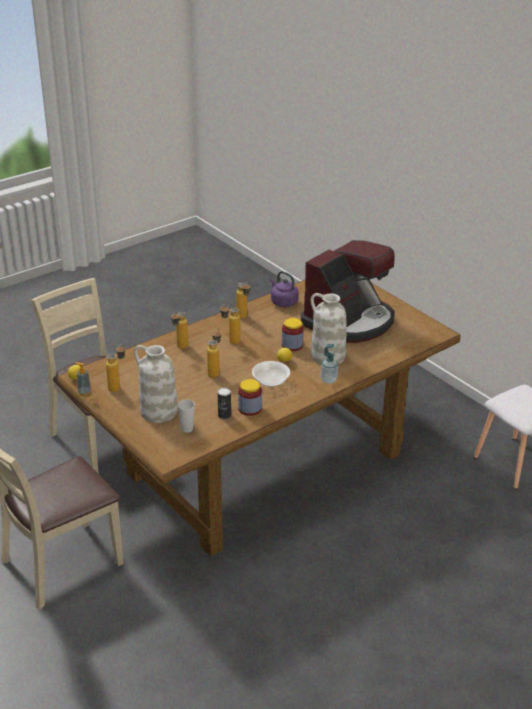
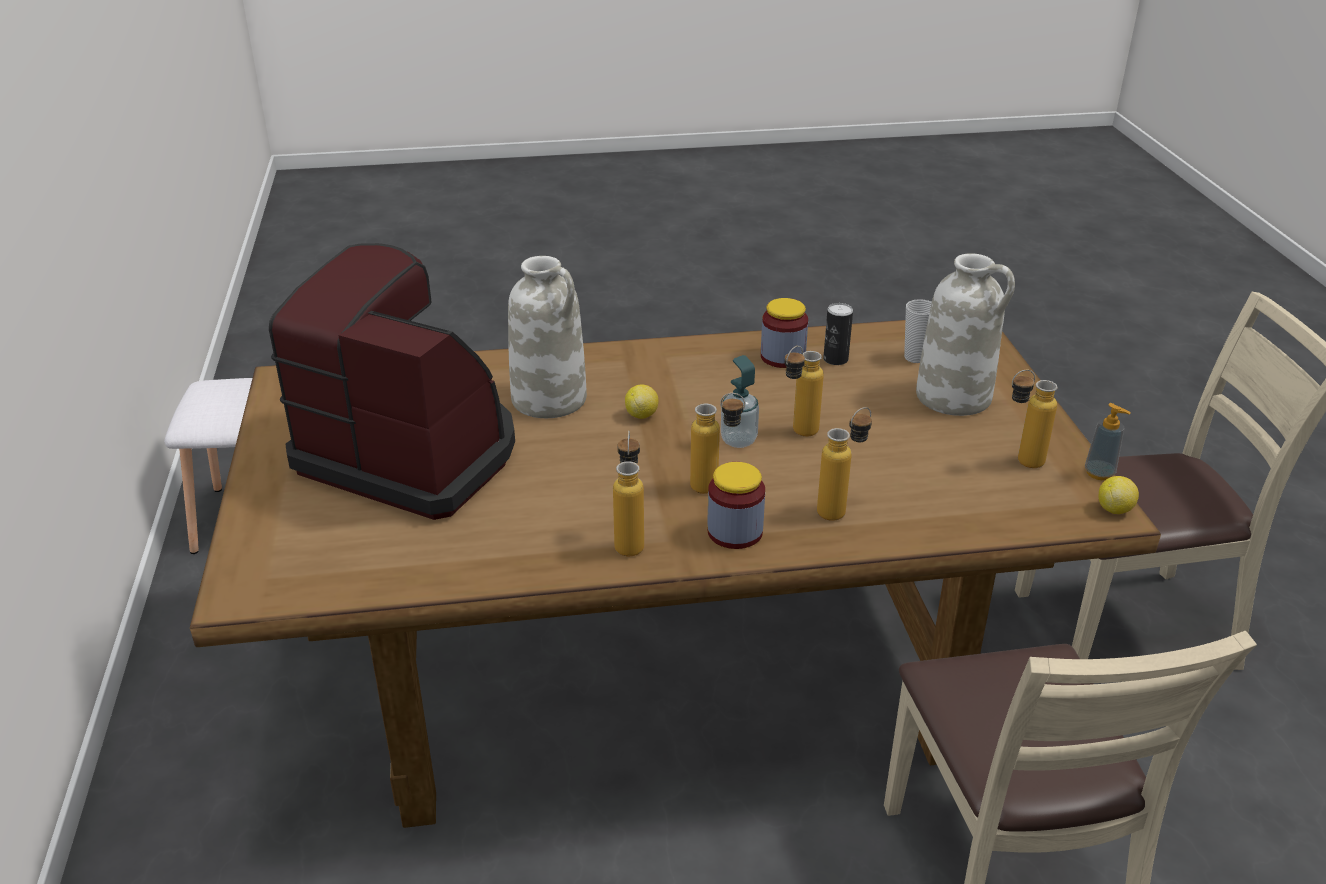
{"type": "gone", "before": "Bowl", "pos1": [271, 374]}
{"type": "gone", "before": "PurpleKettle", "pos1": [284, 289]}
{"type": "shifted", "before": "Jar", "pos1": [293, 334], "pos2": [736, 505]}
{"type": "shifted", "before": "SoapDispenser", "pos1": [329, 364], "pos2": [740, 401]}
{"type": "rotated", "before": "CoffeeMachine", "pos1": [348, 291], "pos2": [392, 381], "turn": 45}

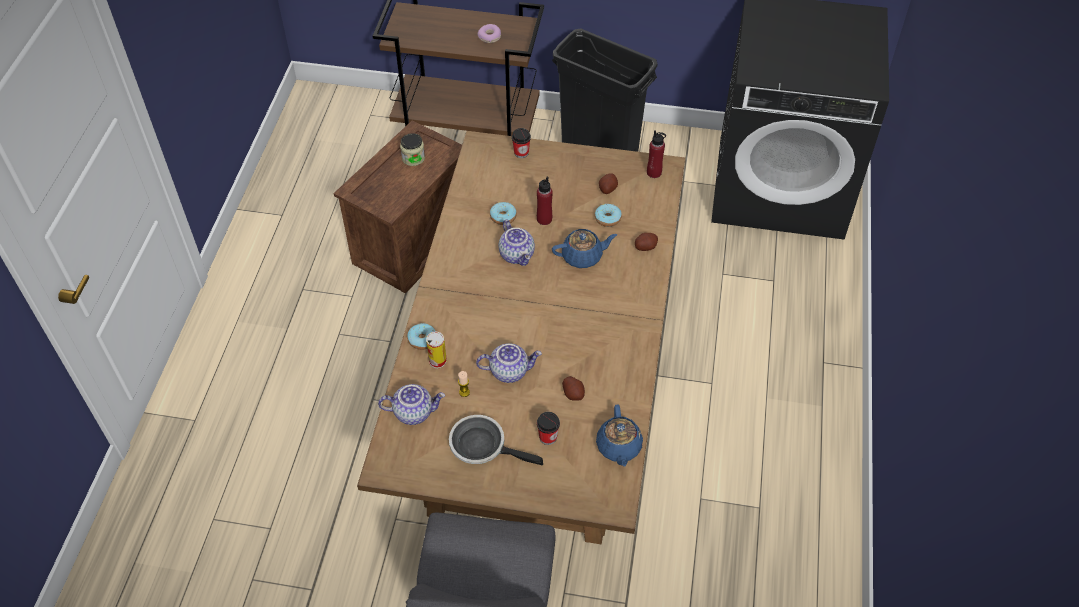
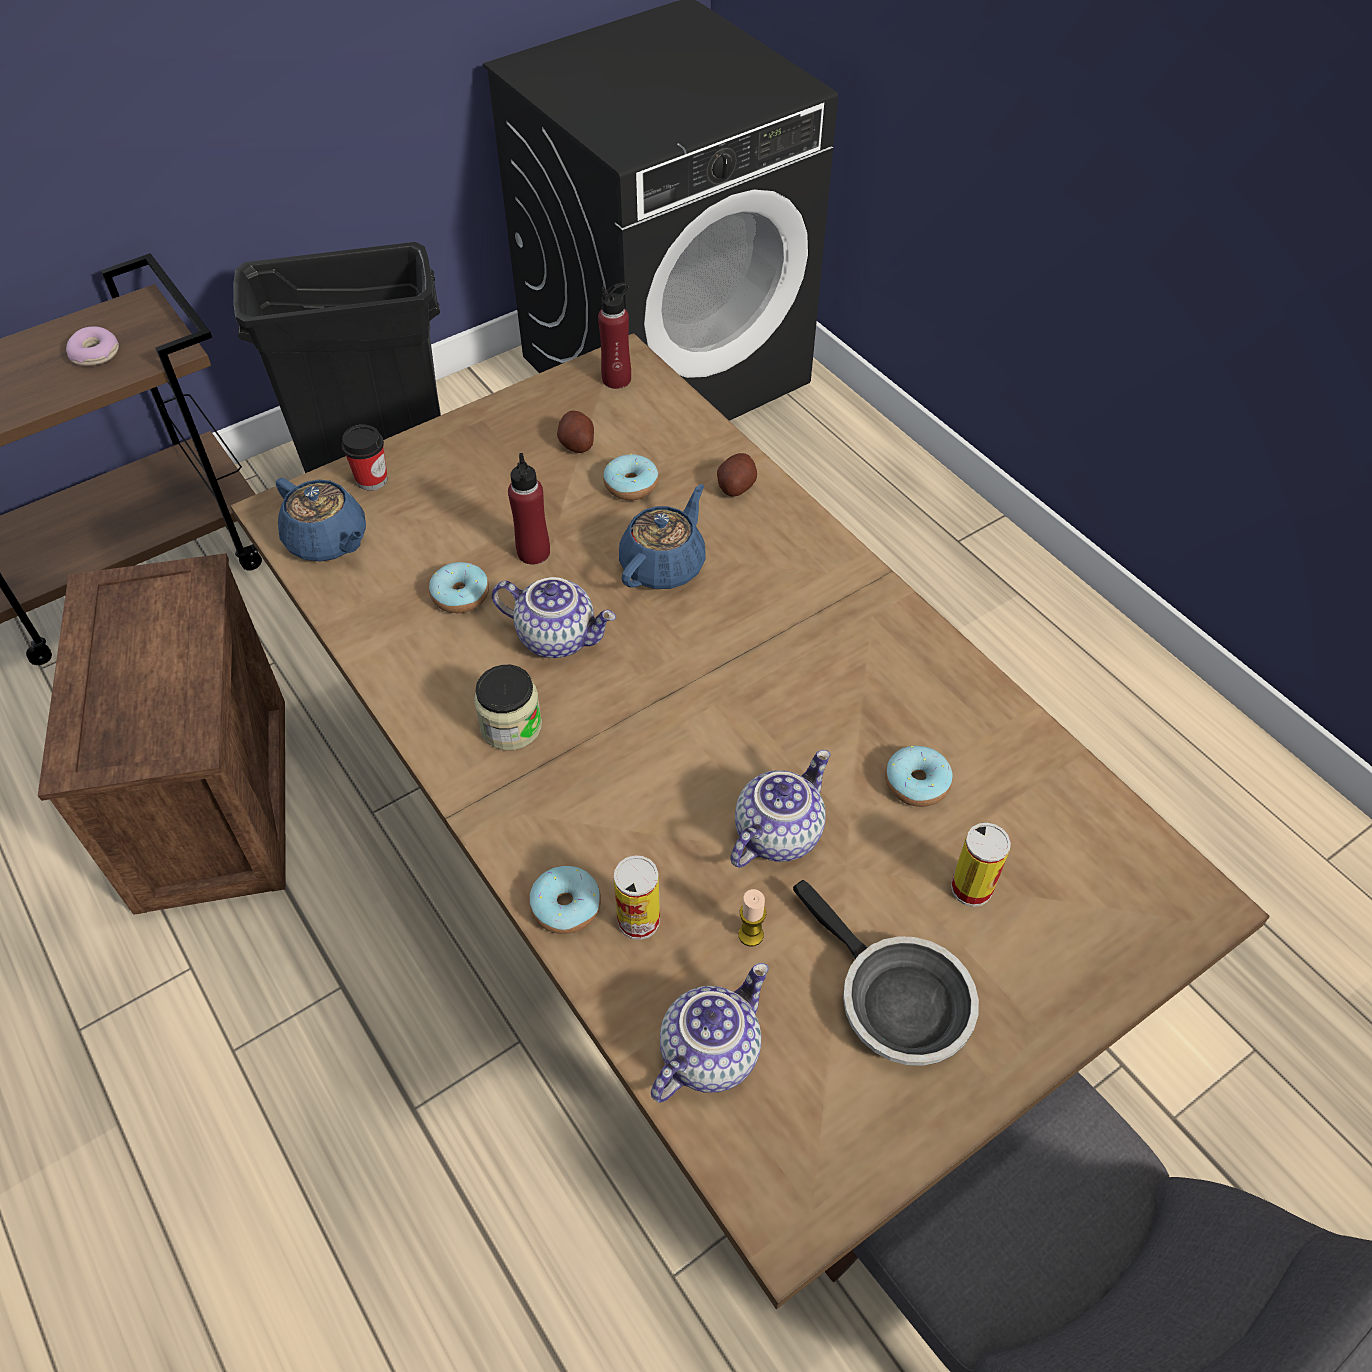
{"type": "shifted", "before": "Jar", "pos1": [412, 149], "pos2": [508, 707]}
{"type": "shifted", "before": "BlueTeapot", "pos1": [619, 435], "pos2": [321, 519]}
{"type": "swapped", "before": "Cup", "after": "Can", "pos1": [548, 428], "pos2": [981, 865]}
{"type": "swapped", "before": "Potato", "after": "Donut", "pos1": [573, 388], "pos2": [919, 776]}
{"type": "rotated", "before": "FryingPan", "pos1": [496, 440], "pos2": [886, 973], "turn": -105}

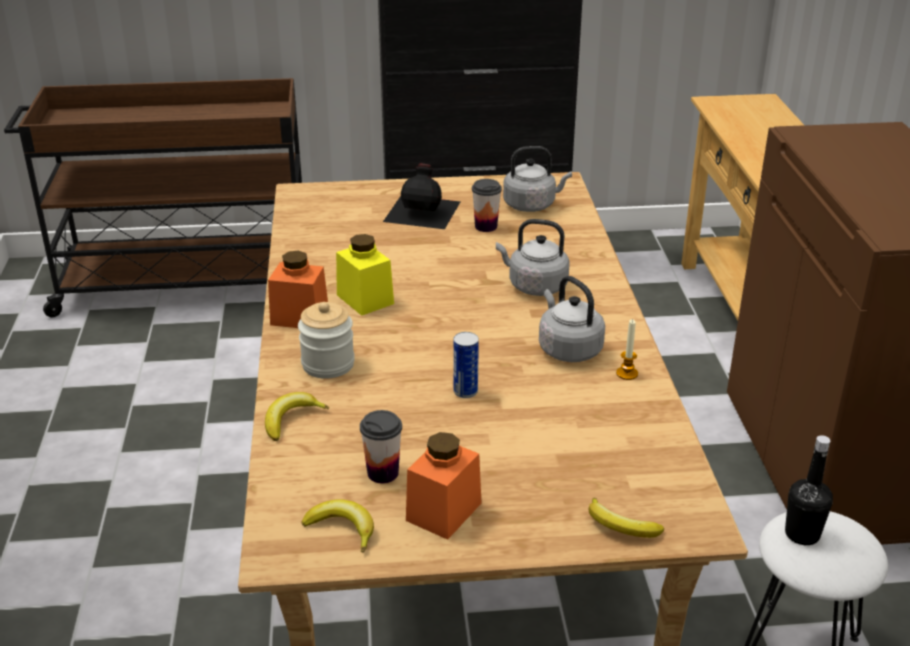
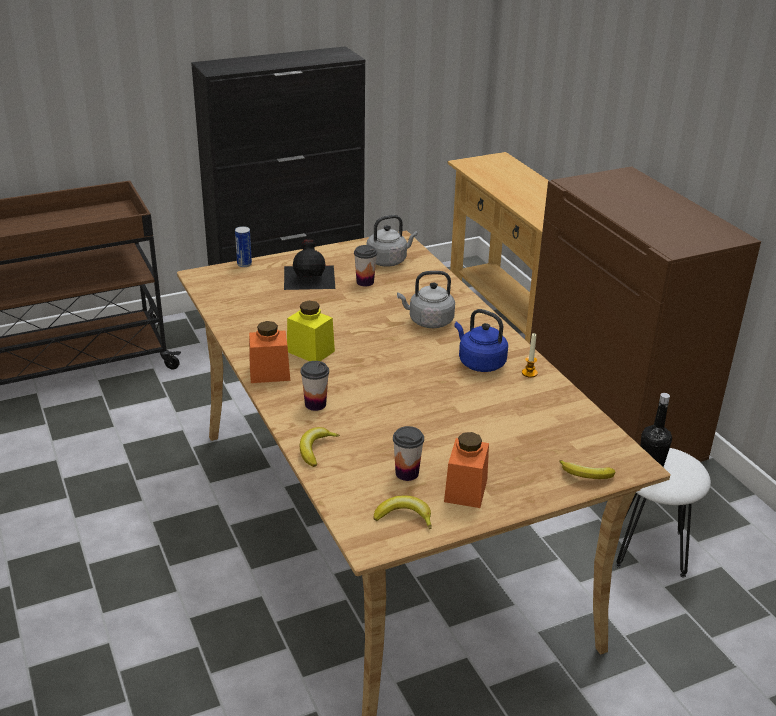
{"type": "shifted", "before": "Can", "pos1": [466, 365], "pos2": [243, 246]}
{"type": "swapped", "before": "Jar", "after": "Cup", "pos1": [326, 340], "pos2": [315, 386]}
{"type": "repainted", "before": "GreyKettle", "after": "BlueKettle", "pos1": [572, 319], "pos2": [481, 340]}

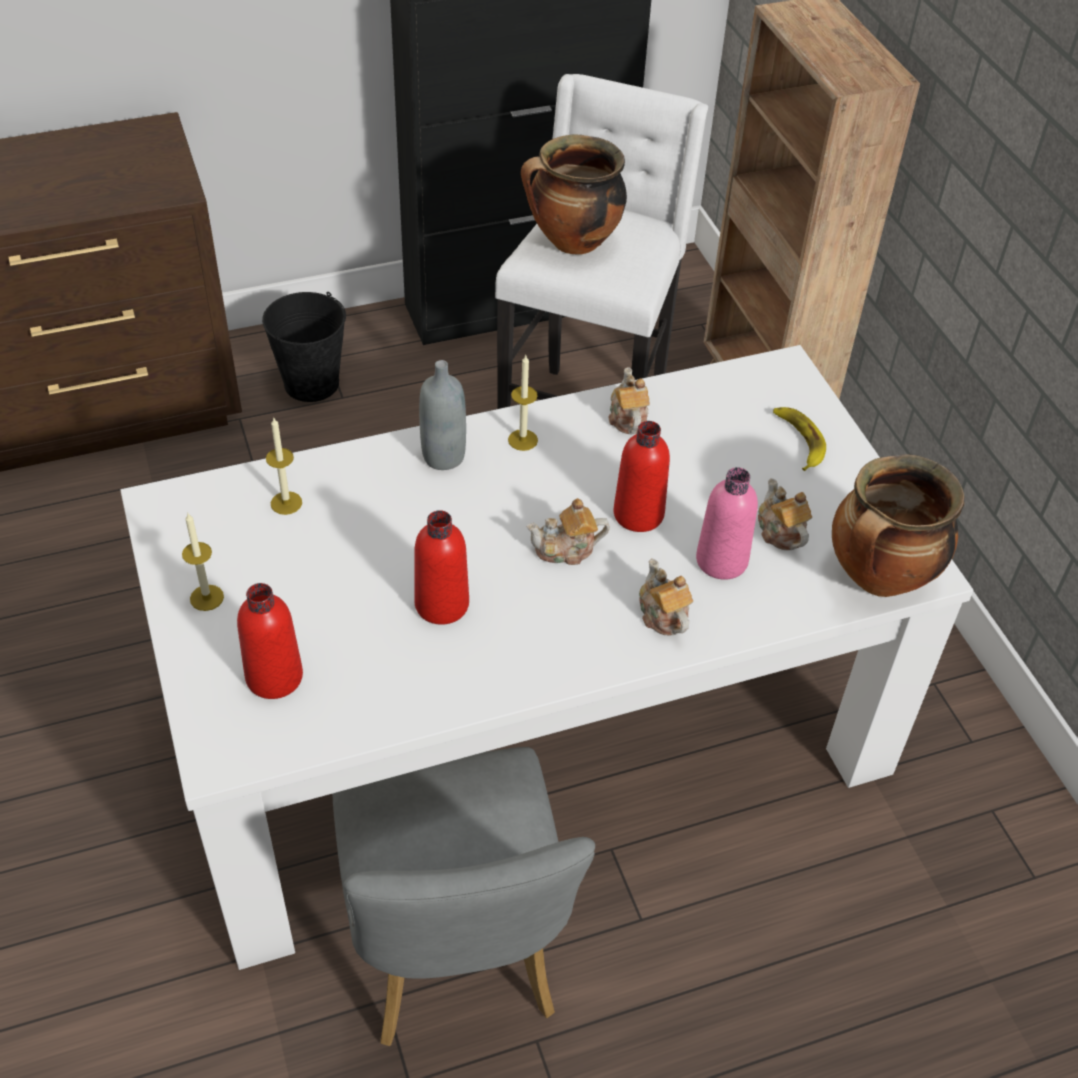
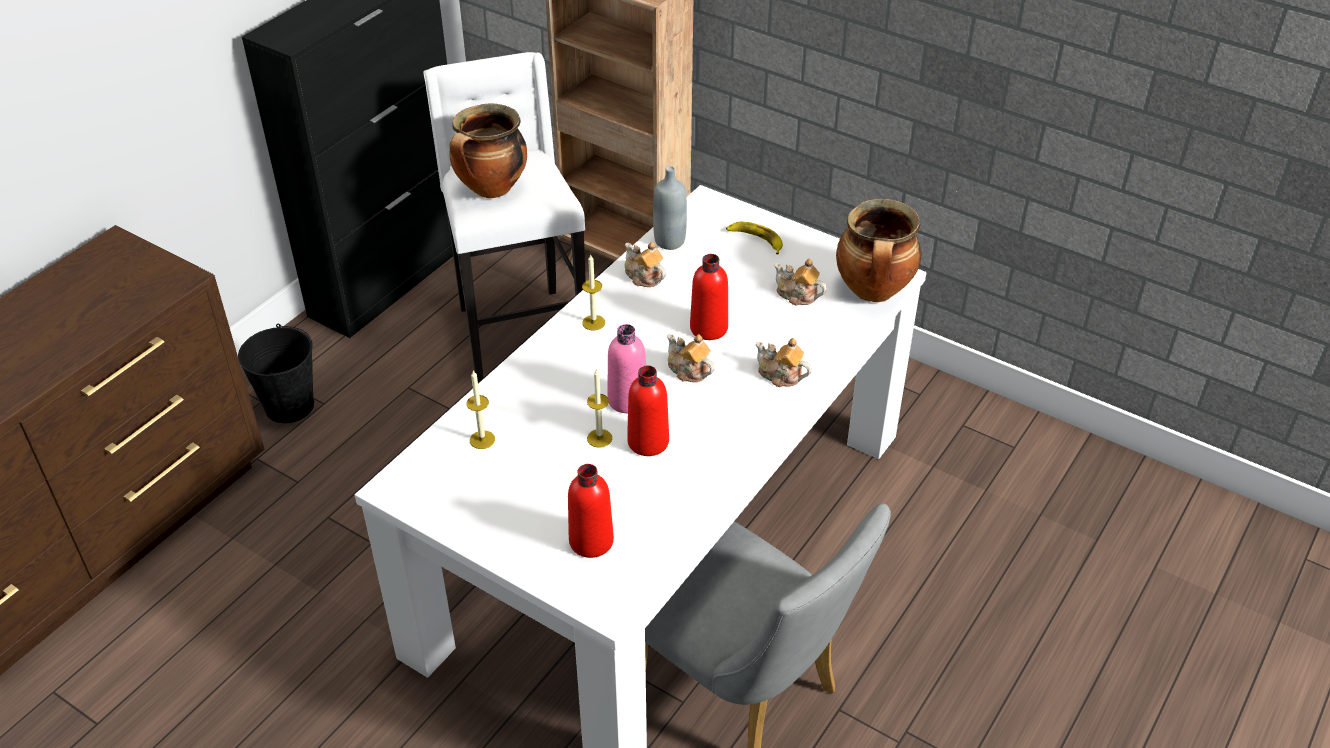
{"type": "shifted", "before": "Candle", "pos1": [203, 561], "pos2": [599, 408]}
{"type": "shifted", "before": "GreyBottle", "pos1": [442, 415], "pos2": [670, 208]}
{"type": "shifted", "before": "PinkBottle", "pos1": [727, 523], "pos2": [626, 368]}
{"type": "rotated", "before": "Teapot", "pos1": [568, 531], "pos2": [691, 358], "turn": 90}

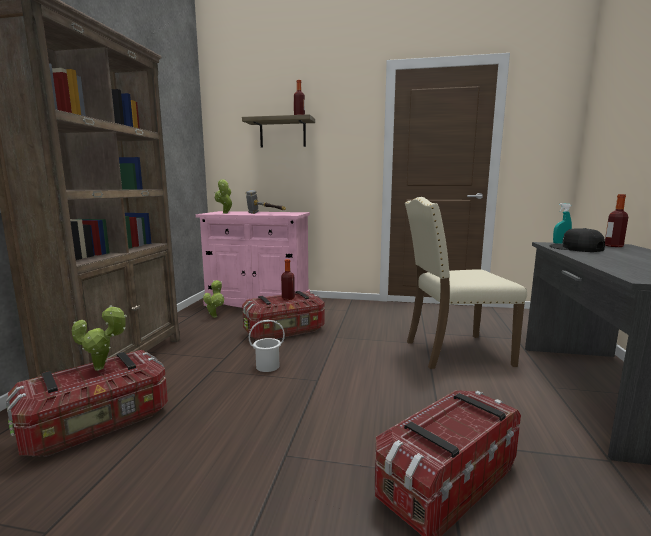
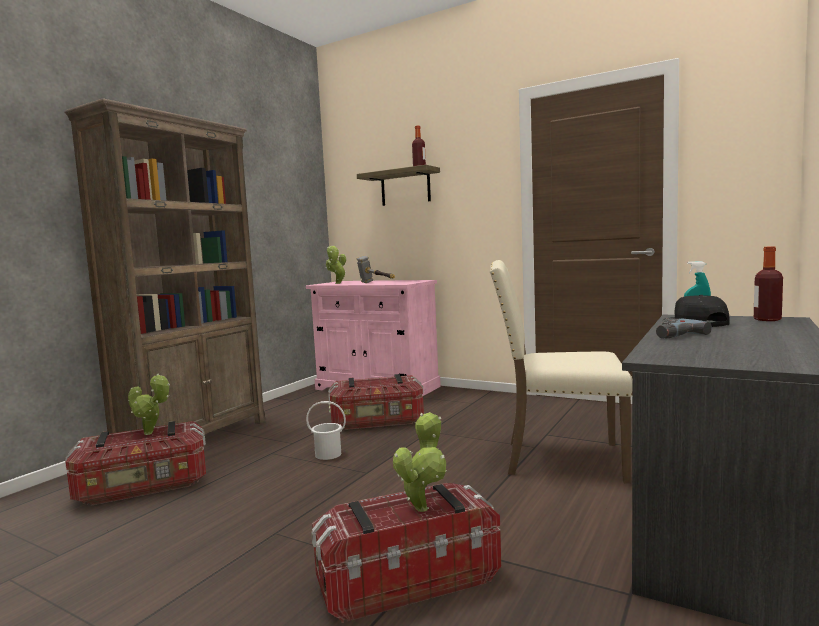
{"type": "gone", "before": "Bottle", "pos1": [288, 279]}
{"type": "new", "after": "PowerDrill", "pos2": [684, 328]}
{"type": "shifted", "before": "PottedPlant", "pos1": [213, 299], "pos2": [420, 462]}

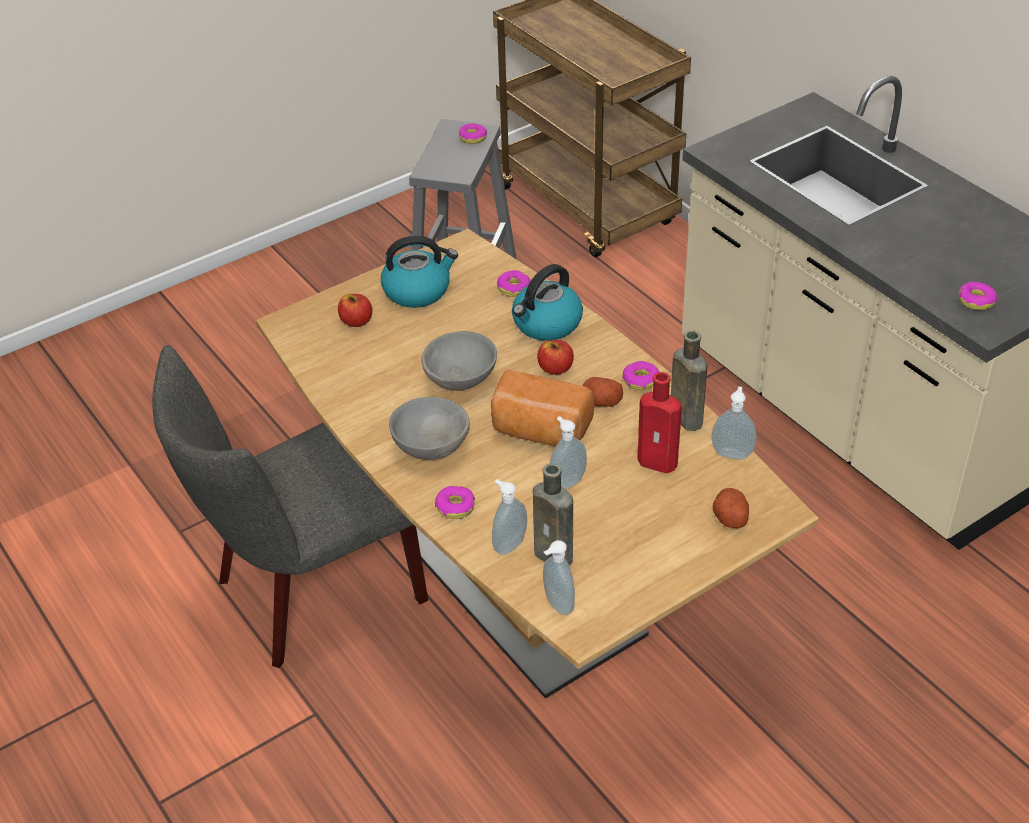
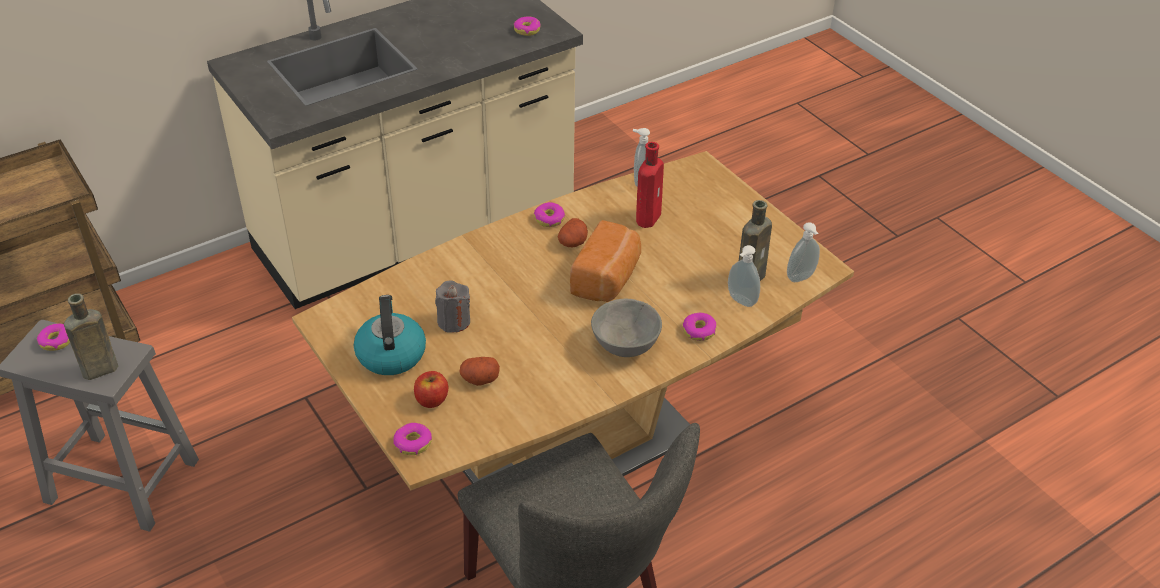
{"type": "gone", "before": "GreyBowl", "pos1": [459, 361]}
{"type": "gone", "before": "Kettle", "pos1": [547, 302]}
{"type": "gone", "before": "Apple", "pos1": [555, 357]}
{"type": "gone", "before": "SoapDispenser", "pos1": [568, 453]}
{"type": "new", "after": "GreyCandle", "pos2": [452, 307]}
{"type": "shifted", "before": "Donut", "pos1": [514, 283], "pos2": [412, 439]}
{"type": "shifted", "before": "BrownBottle", "pos1": [689, 381], "pos2": [91, 336]}
{"type": "shifted", "before": "Potato", "pos1": [731, 508], "pos2": [480, 371]}

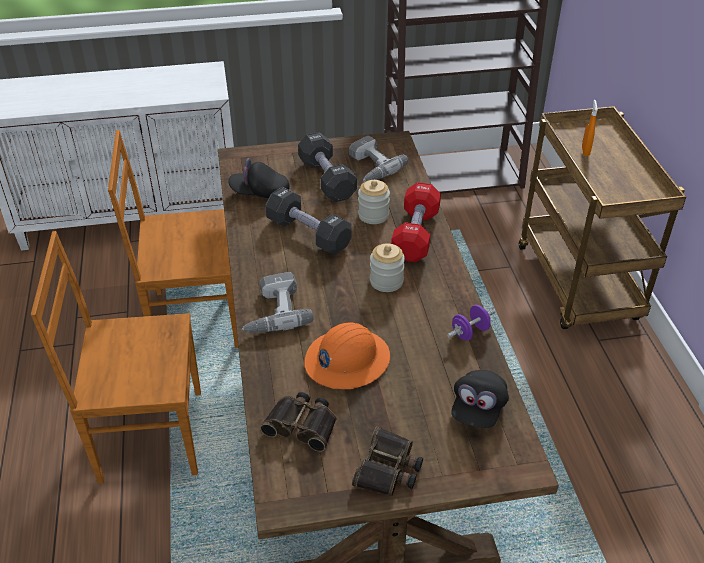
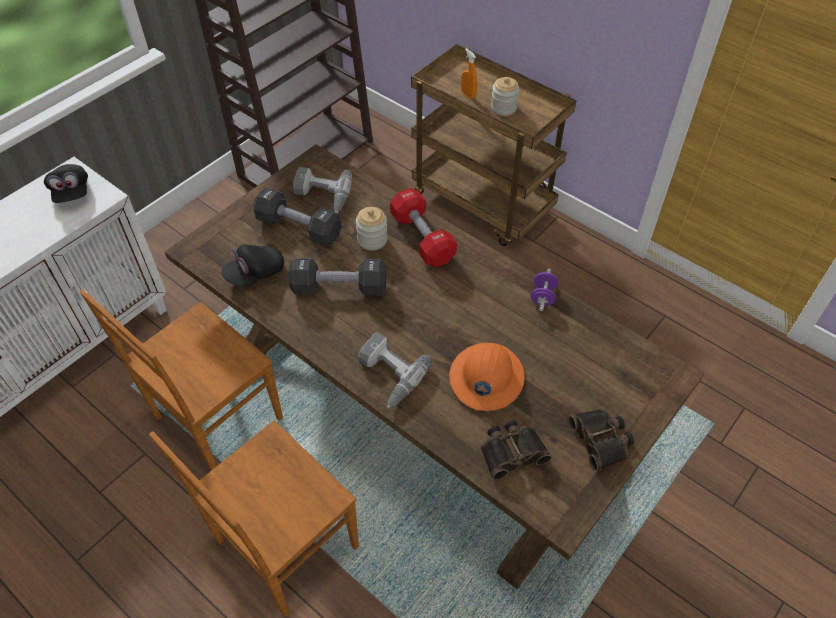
{"type": "shifted", "before": "Jar", "pos1": [387, 268], "pos2": [505, 96]}
{"type": "shifted", "before": "BlackCap", "pos1": [480, 399], "pos2": [66, 183]}

